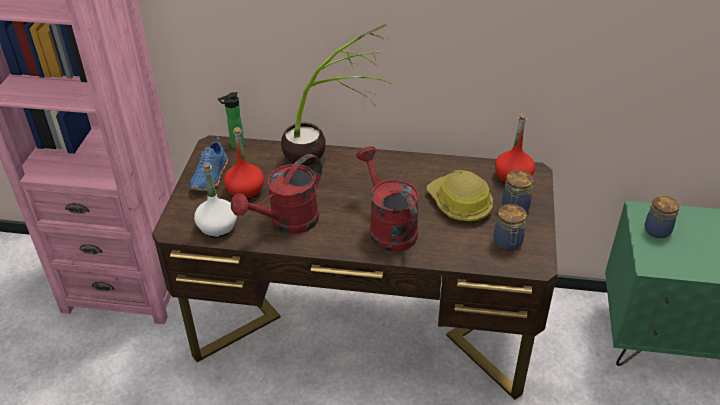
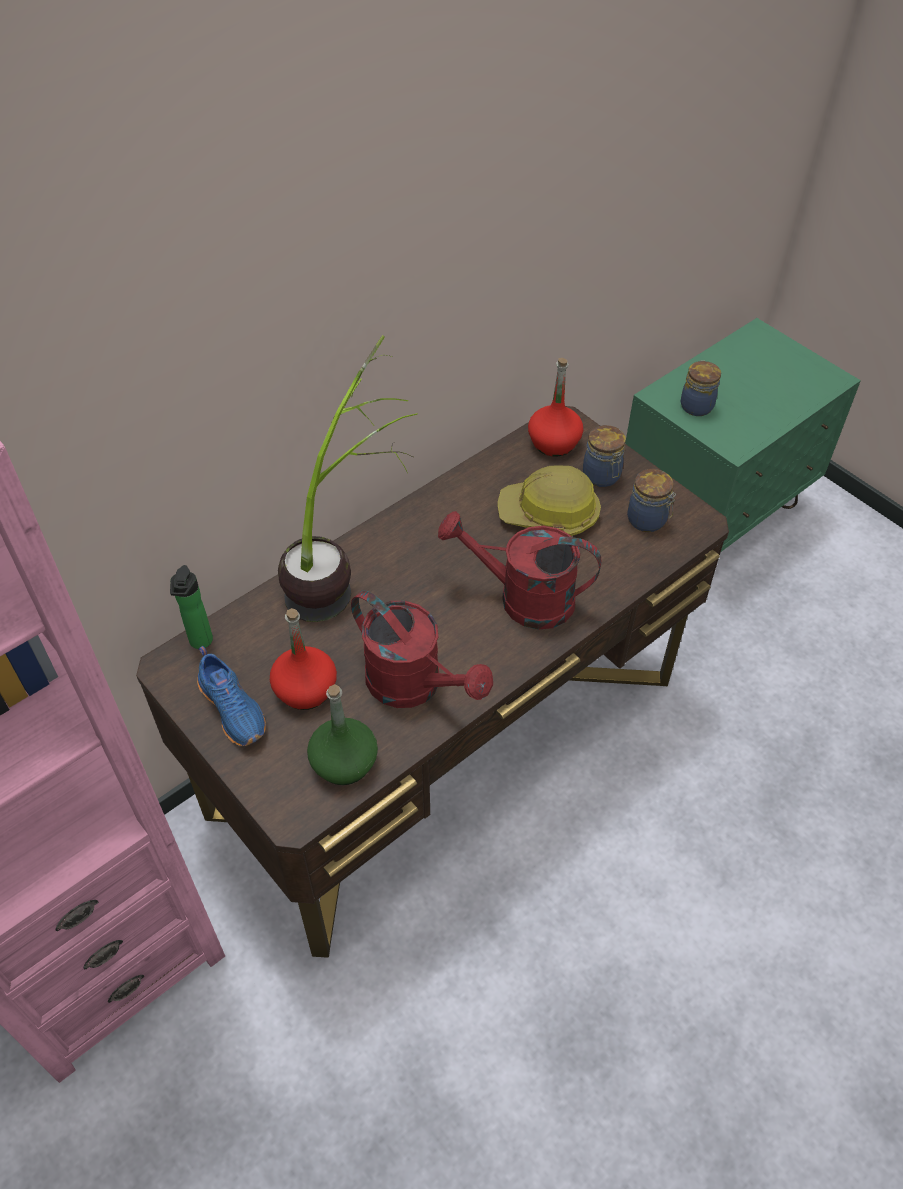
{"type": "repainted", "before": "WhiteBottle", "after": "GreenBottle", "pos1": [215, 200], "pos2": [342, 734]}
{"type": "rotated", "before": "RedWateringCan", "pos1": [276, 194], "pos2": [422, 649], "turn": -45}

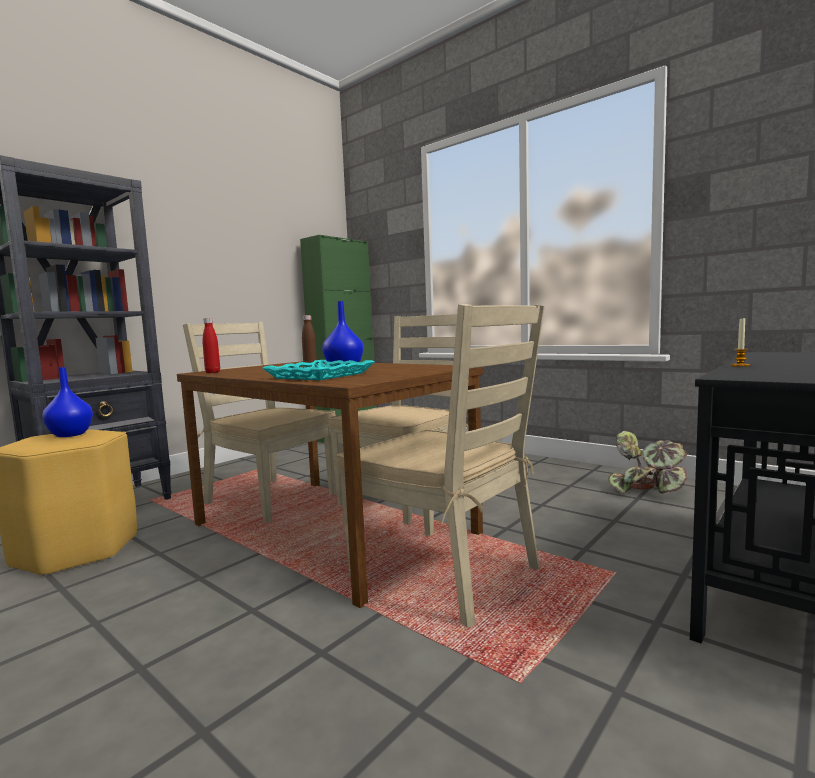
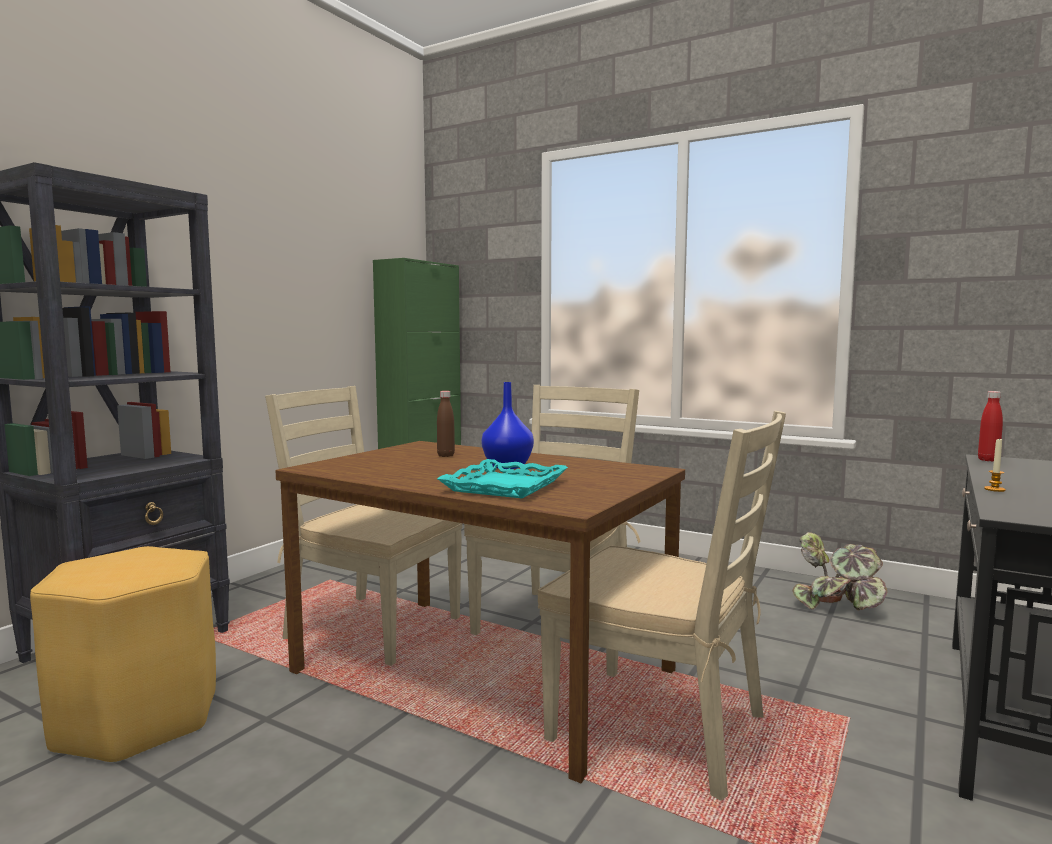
{"type": "gone", "before": "BlueVase", "pos1": [67, 402]}
{"type": "shifted", "before": "RedBottle", "pos1": [211, 345], "pos2": [990, 426]}

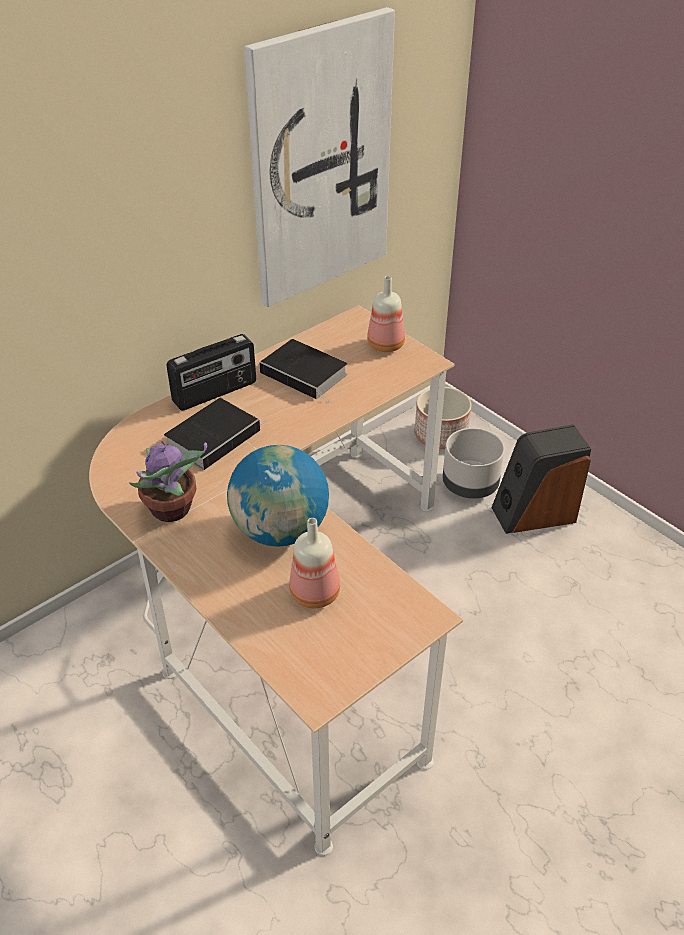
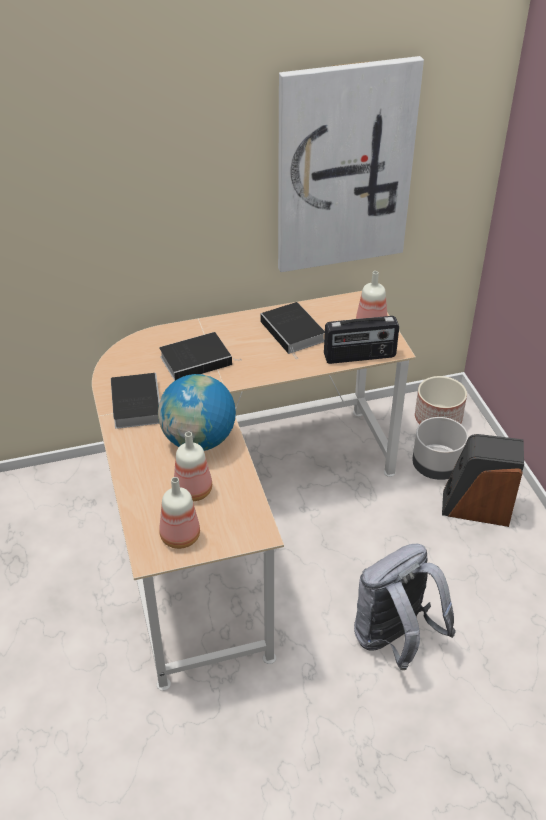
{"type": "new", "after": "Bottle", "pos2": [179, 513]}
{"type": "new", "after": "GreyBackpack", "pos2": [405, 607]}
{"type": "shifted", "before": "Radio", "pos1": [211, 372], "pos2": [361, 340]}
{"type": "swapped", "before": "PottedPlant", "after": "Book", "pos1": [168, 481], "pos2": [135, 401]}

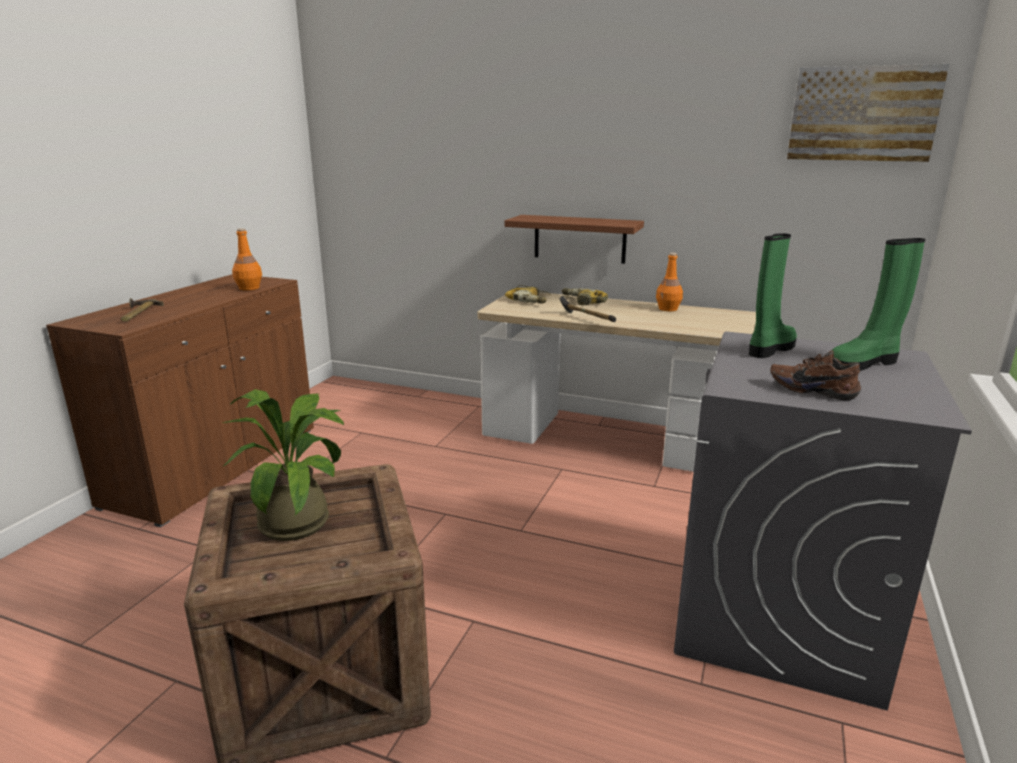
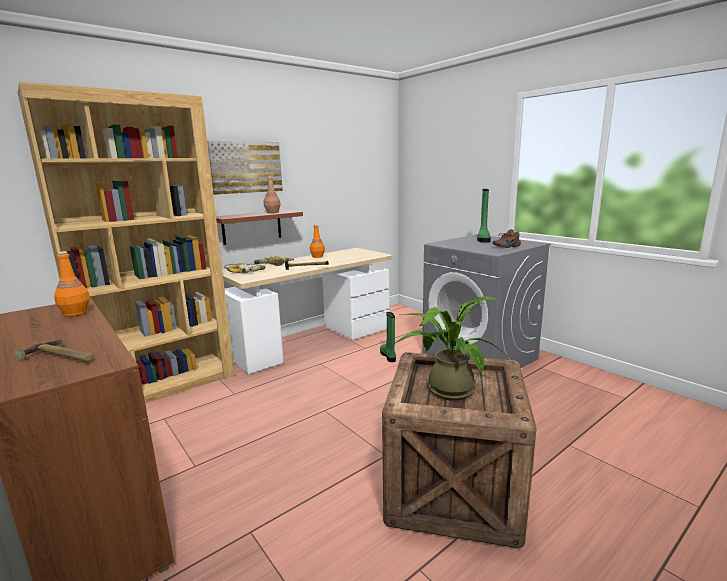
{"type": "new", "after": "BrownBookcase", "pos2": [126, 242]}
{"type": "new", "after": "BrownBottle", "pos2": [272, 194]}
{"type": "shifted", "before": "GreenBoot", "pos1": [773, 295], "pos2": [388, 337]}
{"type": "shifted", "before": "Picture", "pos1": [868, 113], "pos2": [245, 168]}

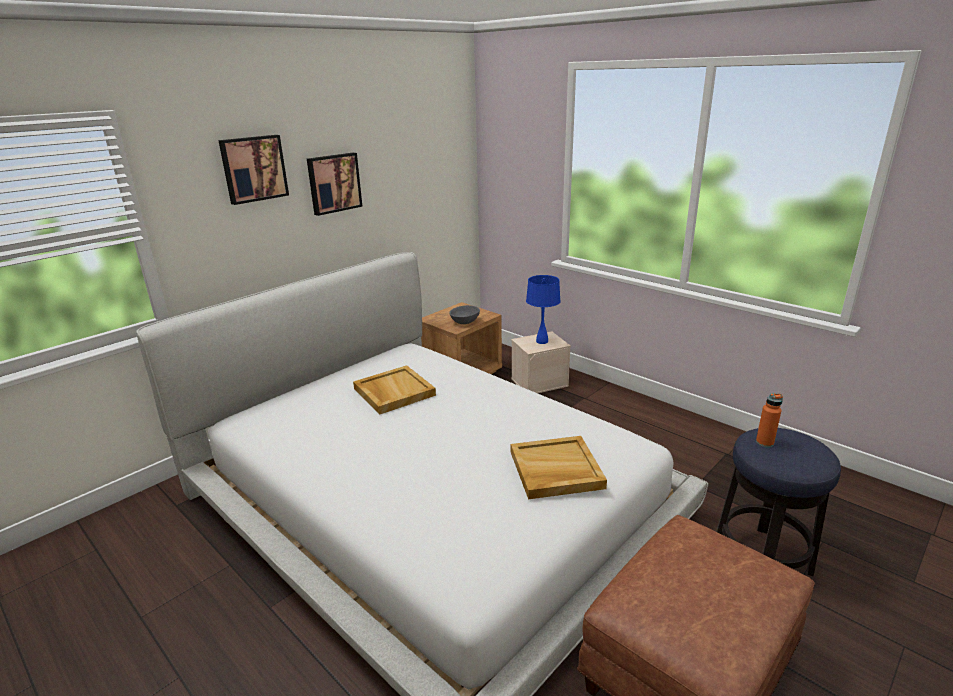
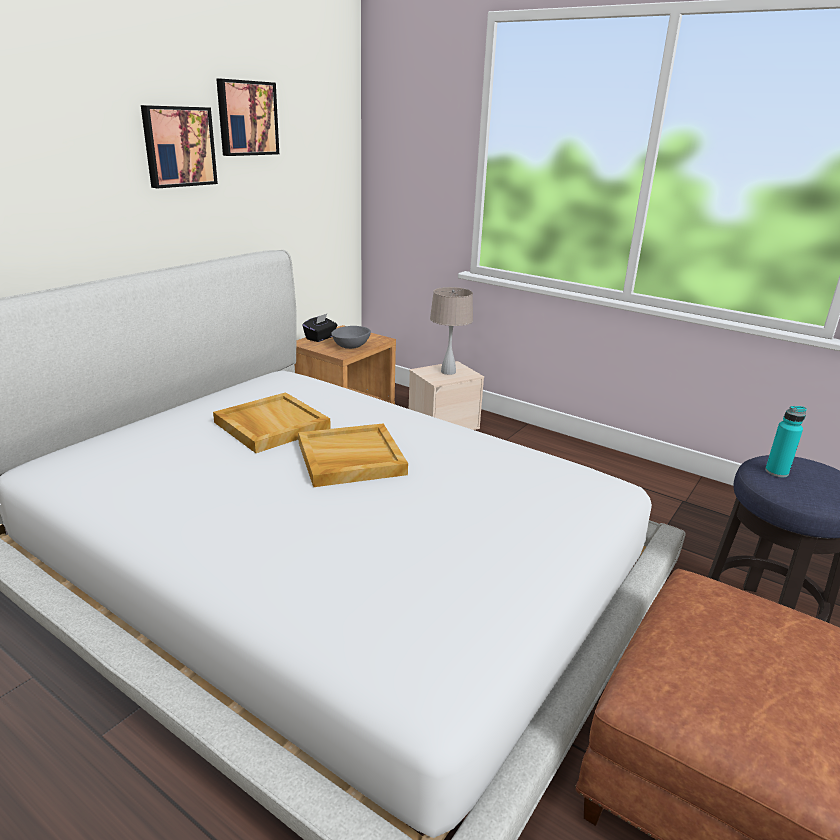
{"type": "new", "after": "BlackTissueBox", "pos2": [319, 328]}
{"type": "shifted", "before": "Picture", "pos1": [253, 170], "pos2": [247, 117]}
{"type": "shifted", "before": "BeigeTray", "pos1": [559, 467], "pos2": [353, 455]}
{"type": "repainted", "before": "BlueTableLamp", "after": "BeigeTableLamp", "pos1": [543, 309], "pos2": [451, 331]}
{"type": "repainted", "before": "OrangeBottle", "after": "TurquoiseBottle", "pos1": [769, 420], "pos2": [786, 441]}

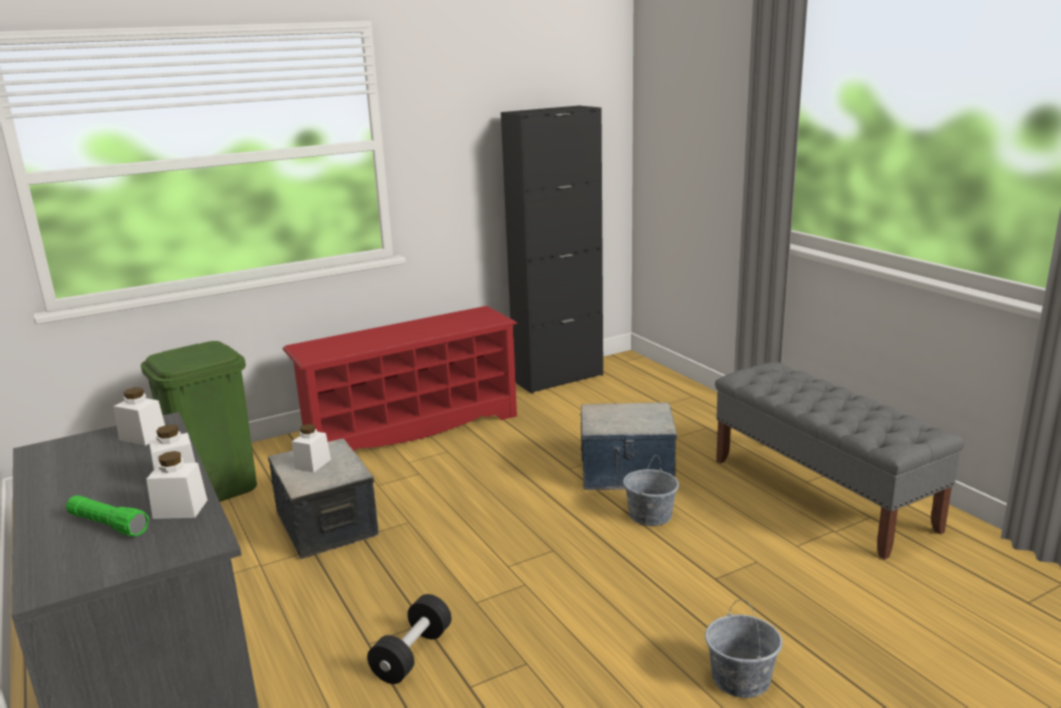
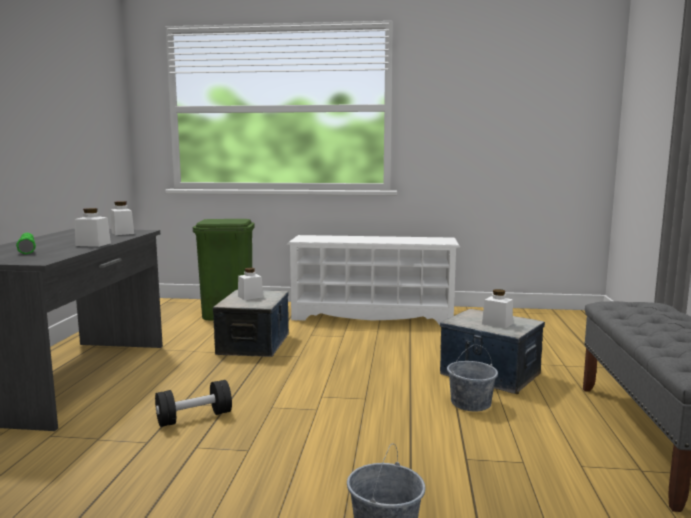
{"type": "gone", "before": "BlackCabinet", "pos1": [552, 249]}
{"type": "shifted", "before": "WhiteJar", "pos1": [176, 485], "pos2": [497, 309]}
{"type": "repainted", "before": "RedShoeRack", "after": "WhiteShoeRack", "pos1": [400, 378], "pos2": [373, 280]}

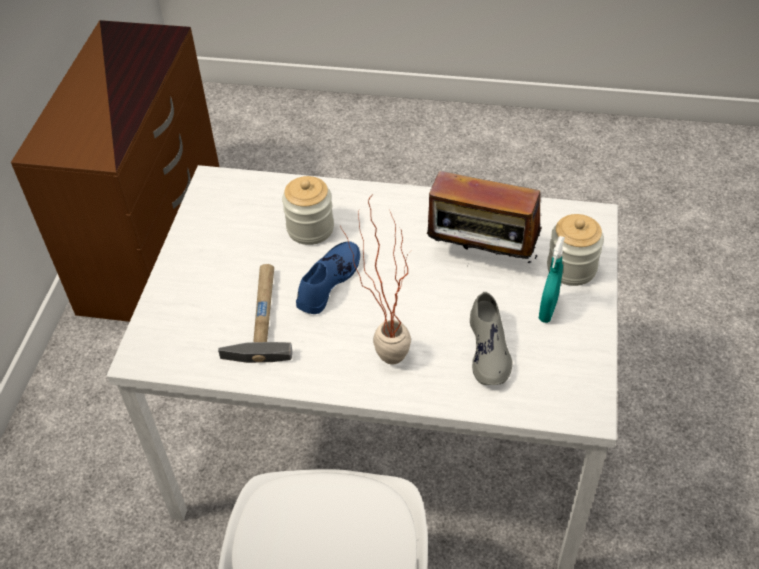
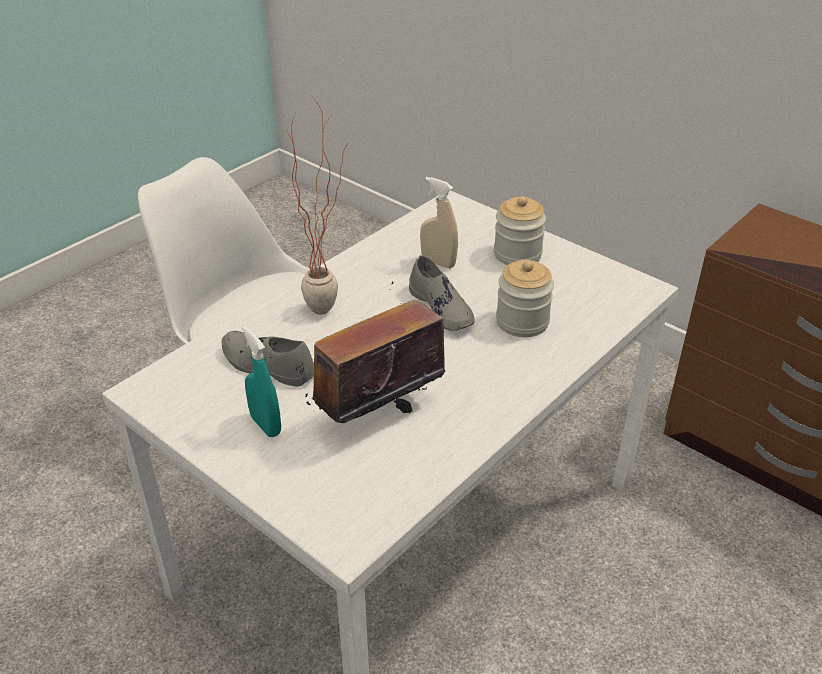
{"type": "shifted", "before": "Jar", "pos1": [575, 250], "pos2": [520, 230]}
{"type": "swapped", "before": "Hammer", "after": "BeigeSprayBottle", "pos1": [255, 313], "pos2": [439, 222]}
{"type": "repainted", "before": "BlueShoe", "after": "GreyShoe", "pos1": [328, 277], "pos2": [442, 293]}

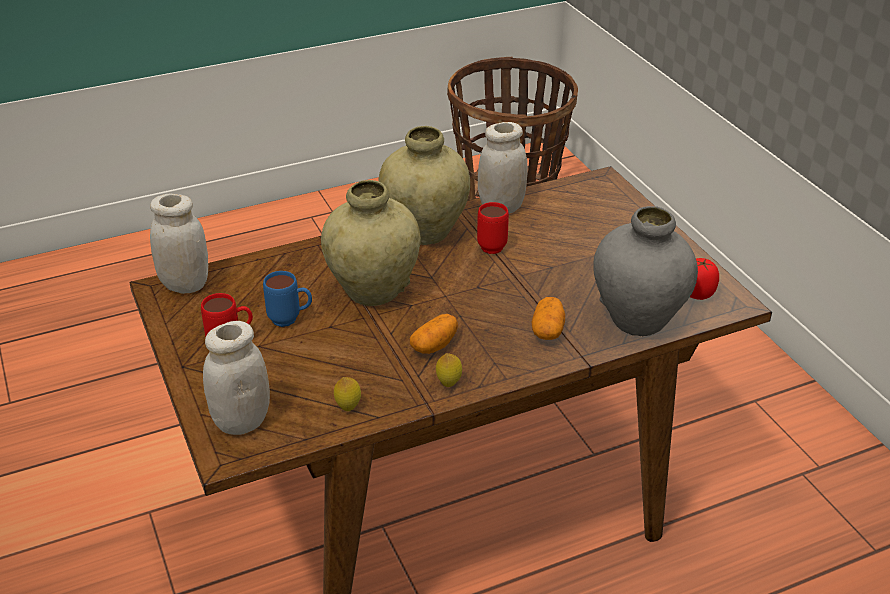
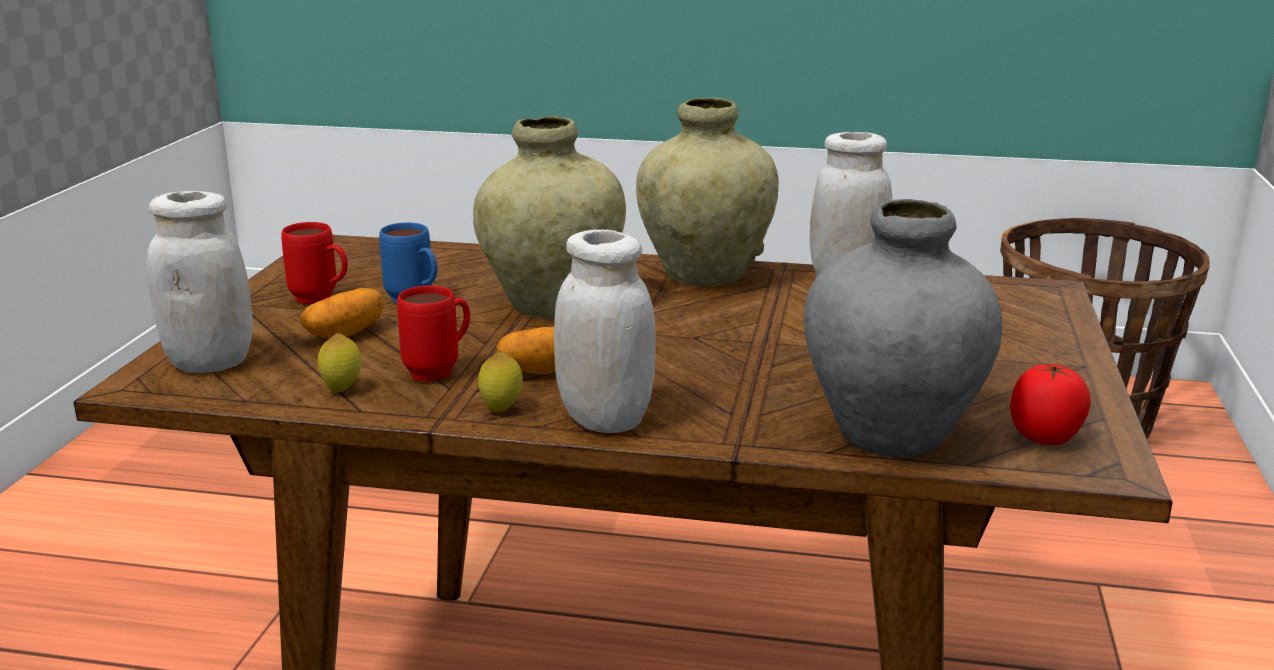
{"type": "shifted", "before": "WhiteJar", "pos1": [179, 244], "pos2": [604, 331]}
{"type": "shifted", "before": "RedMug", "pos1": [493, 228], "pos2": [433, 333]}
{"type": "shifted", "before": "Potato", "pos1": [548, 318], "pos2": [342, 313]}

